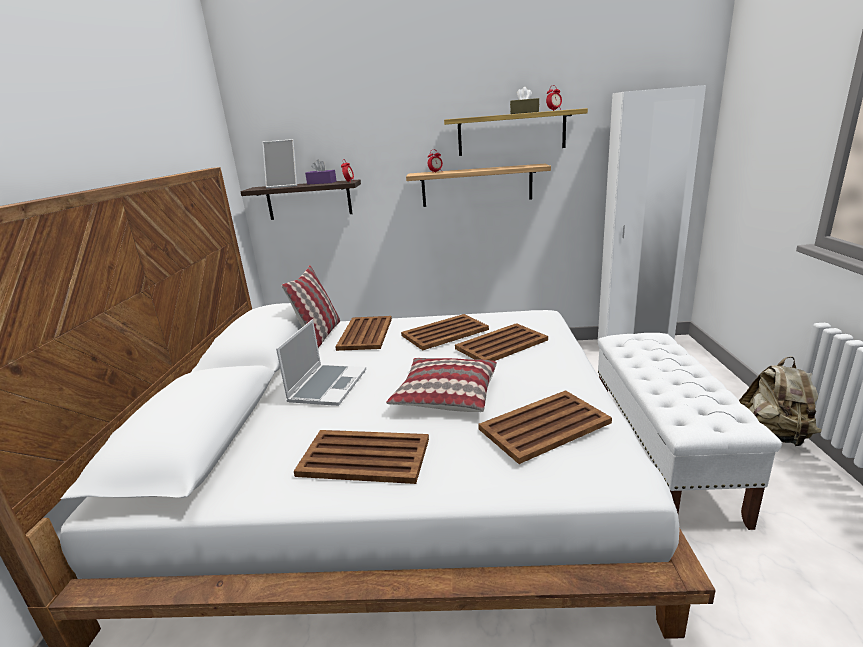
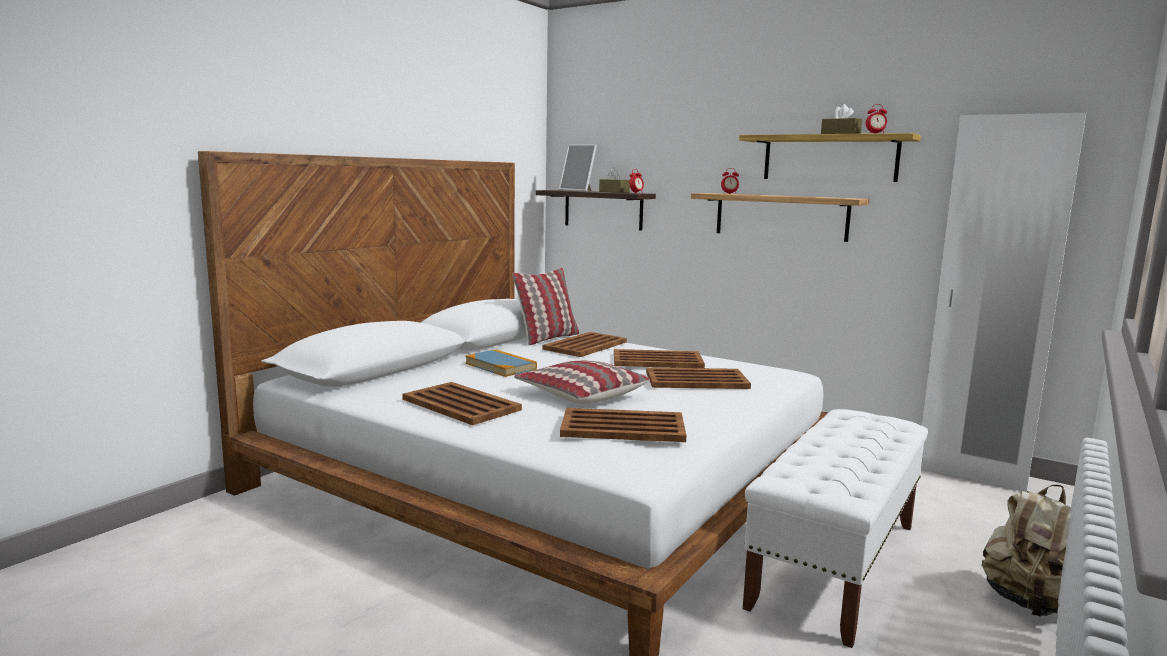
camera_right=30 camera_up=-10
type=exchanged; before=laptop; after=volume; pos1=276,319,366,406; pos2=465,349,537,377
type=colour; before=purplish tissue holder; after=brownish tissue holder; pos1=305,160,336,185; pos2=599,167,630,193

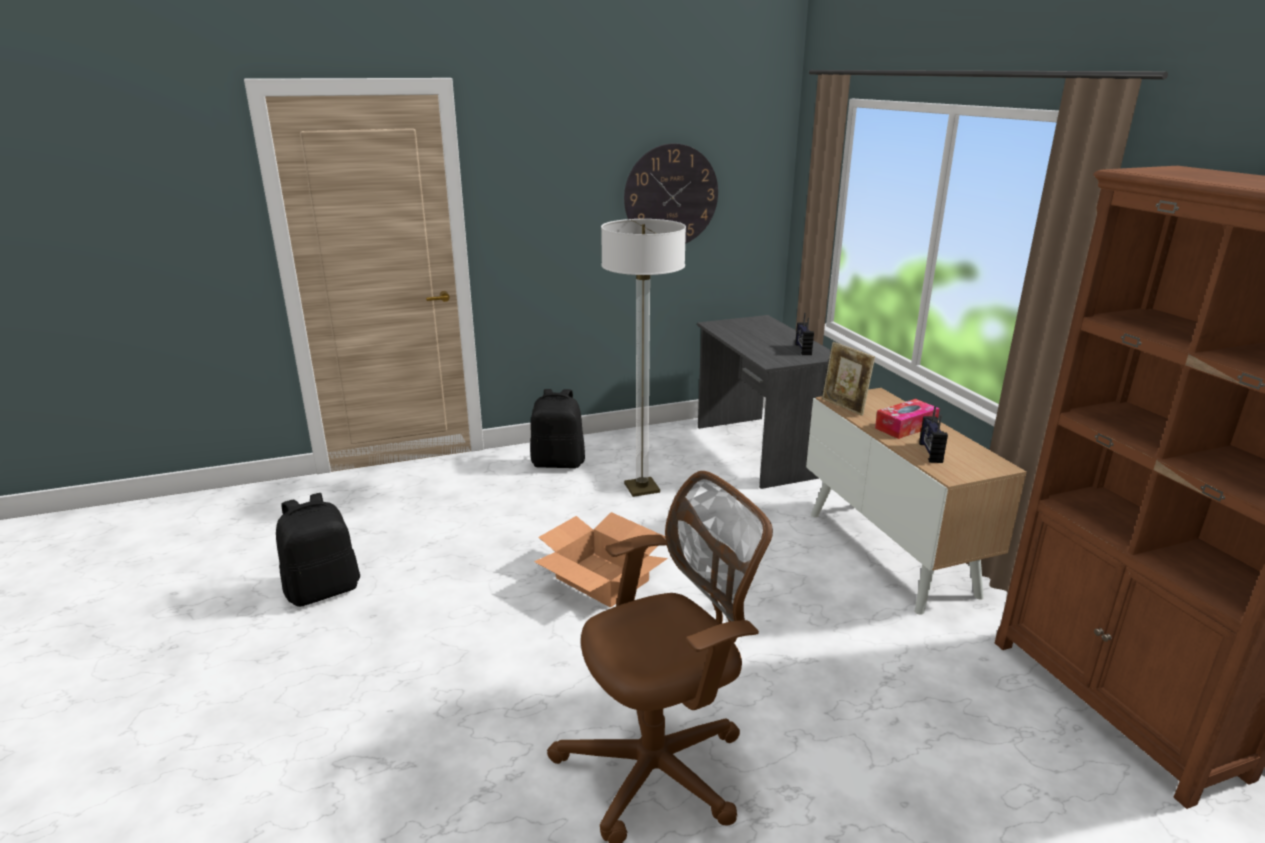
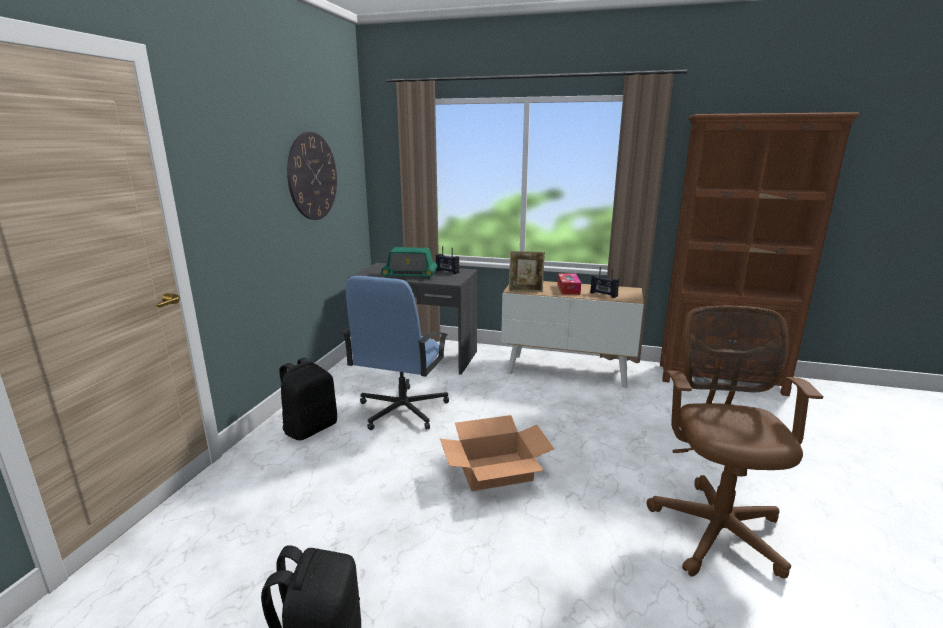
camera_right=-55 camera_up=-5
type=exchanged; before=standard lamp; after=bluish computer chair; pos1=601,219,686,497; pos2=342,276,449,430
type=appeared; after=radio; pos2=381,247,437,279

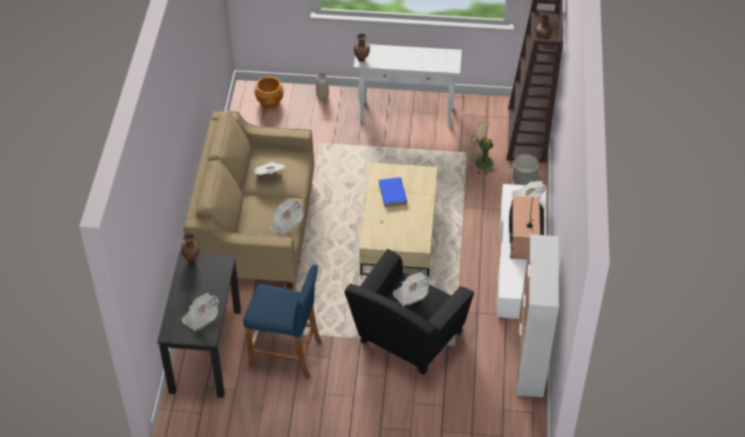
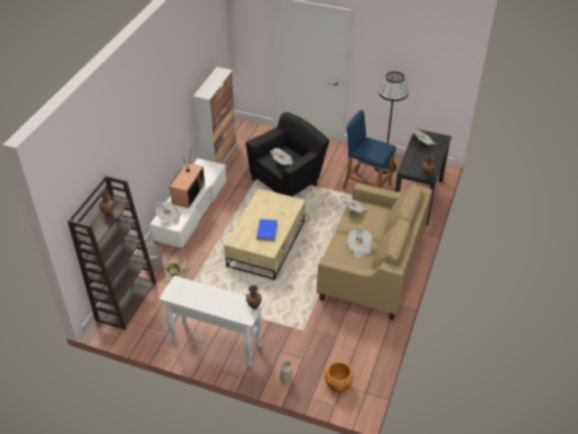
camera_right=-165 camera_up=-5
type=appeared; after=black standard lamp; pos2=374,72,409,174

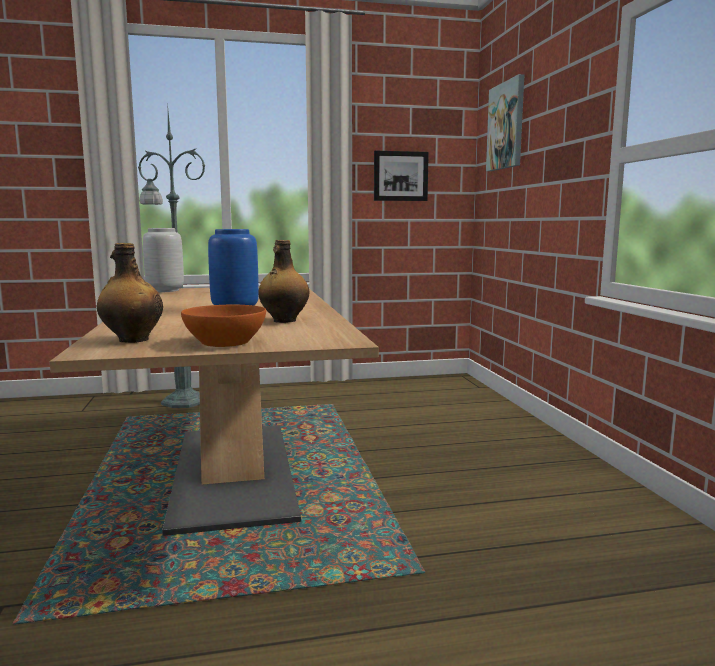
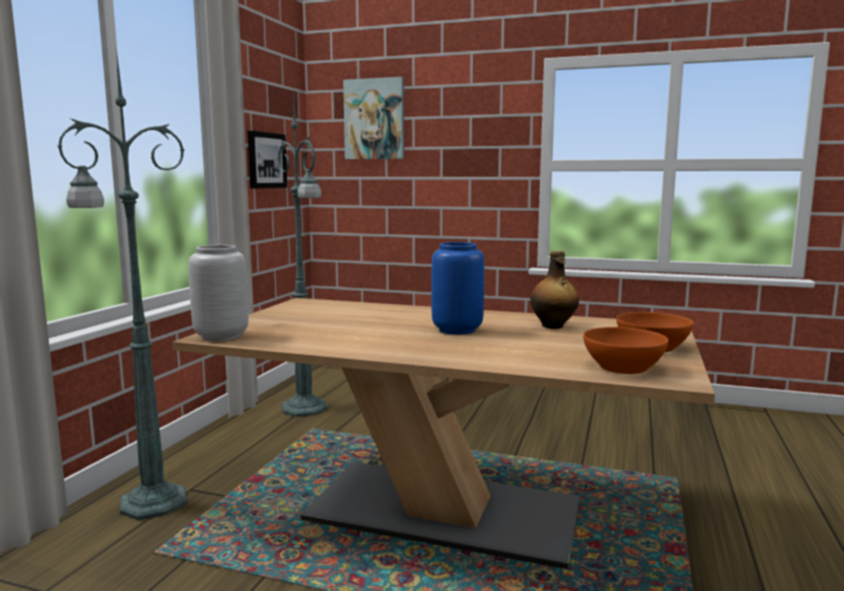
camera_right=-60 camera_up=0
type=appeared; after=green standard lamp; pos2=278,91,328,417
type=exchanged; before=beverage bottle; after=orange-coloured bowl; pos1=97,243,163,343; pos2=583,327,669,374

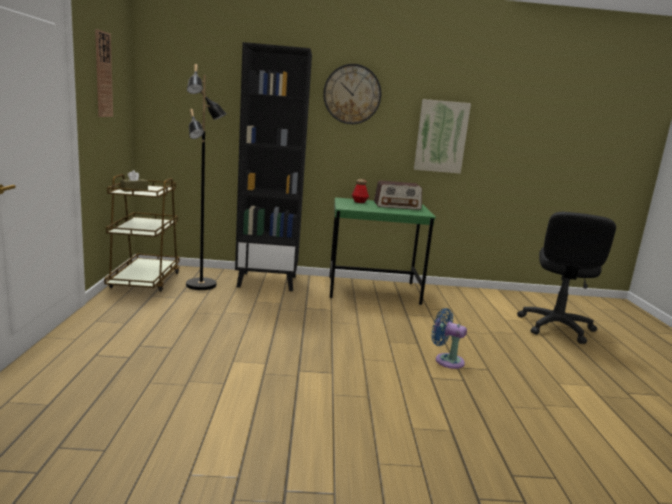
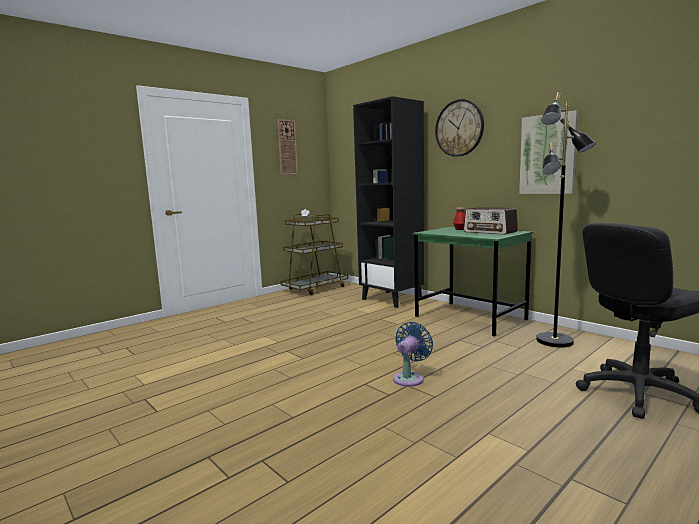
camera_right=50 camera_up=-5
type=spun; before=bluish fan; pos1=431,308,467,369; pos2=393,322,433,387; turn=45
type=relocated; before=black standard lamp; pos1=186,64,226,290; pos2=536,92,596,348

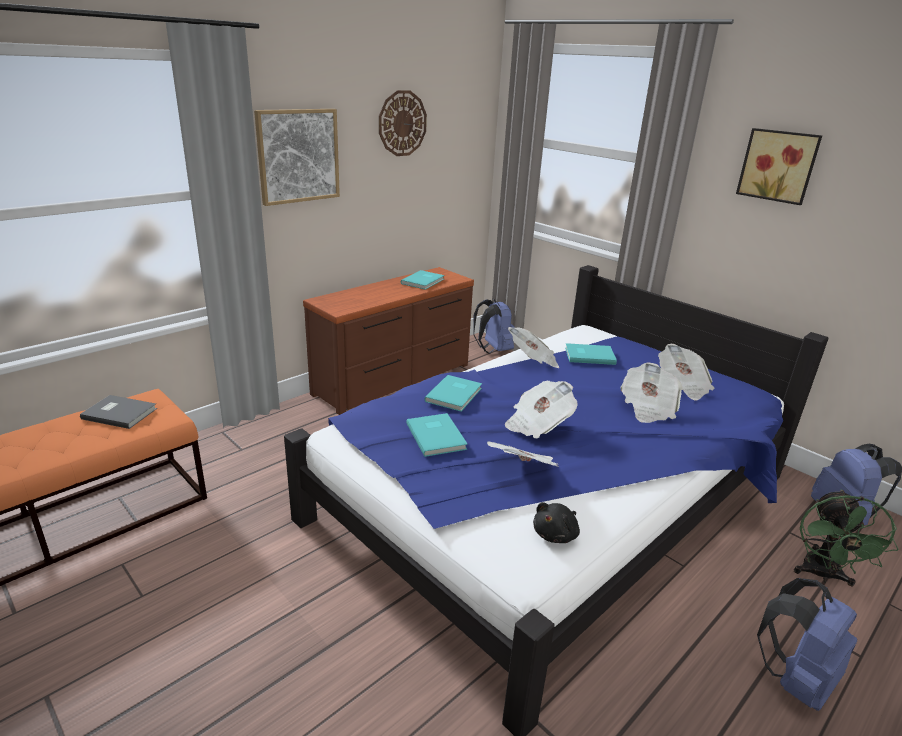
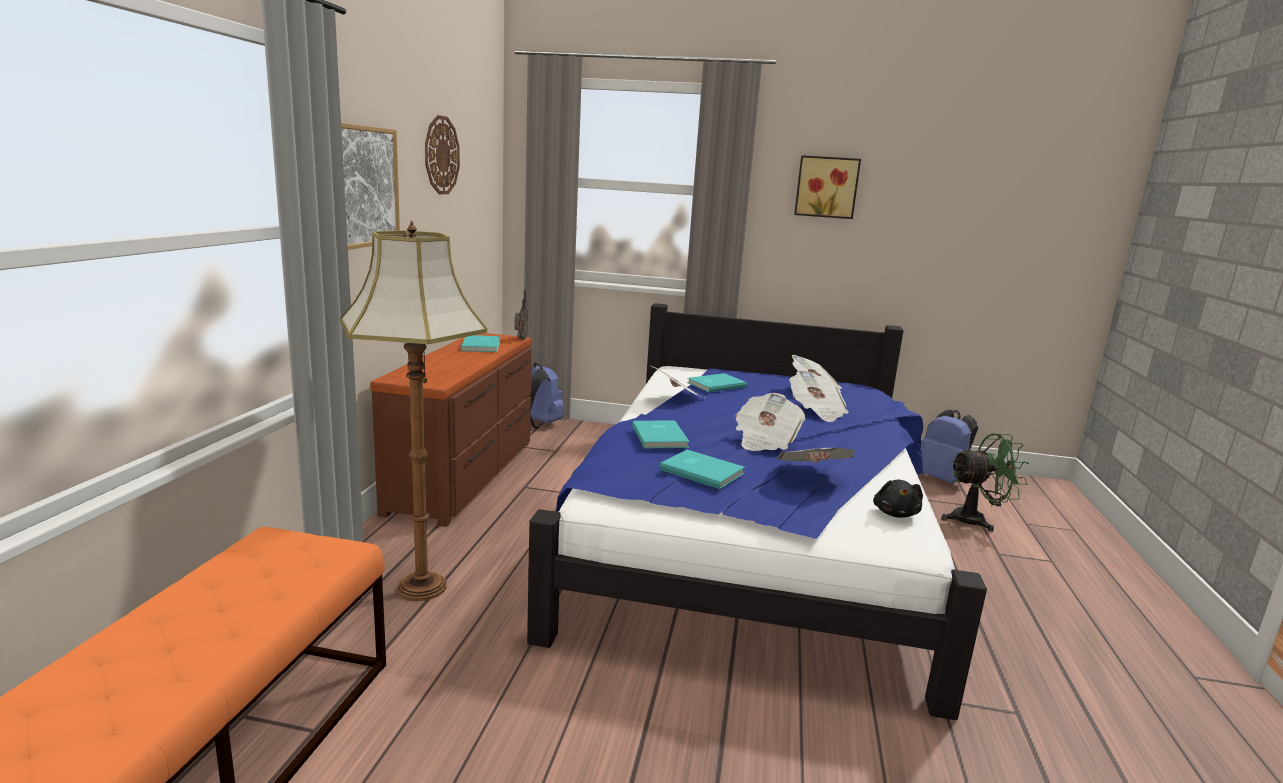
camera_right=-35 camera_up=-10
type=appeared; after=standard lamp; pos2=340,220,487,601
type=appeared; after=radio; pos2=514,289,528,340
type=spun; before=green fan; pos1=794,489,899,587; pos2=942,433,1029,532; turn=-75
type=missing; before=gray volume; pos1=80,395,157,429
type=missing; before=bluish knapsack; pos1=757,578,857,711

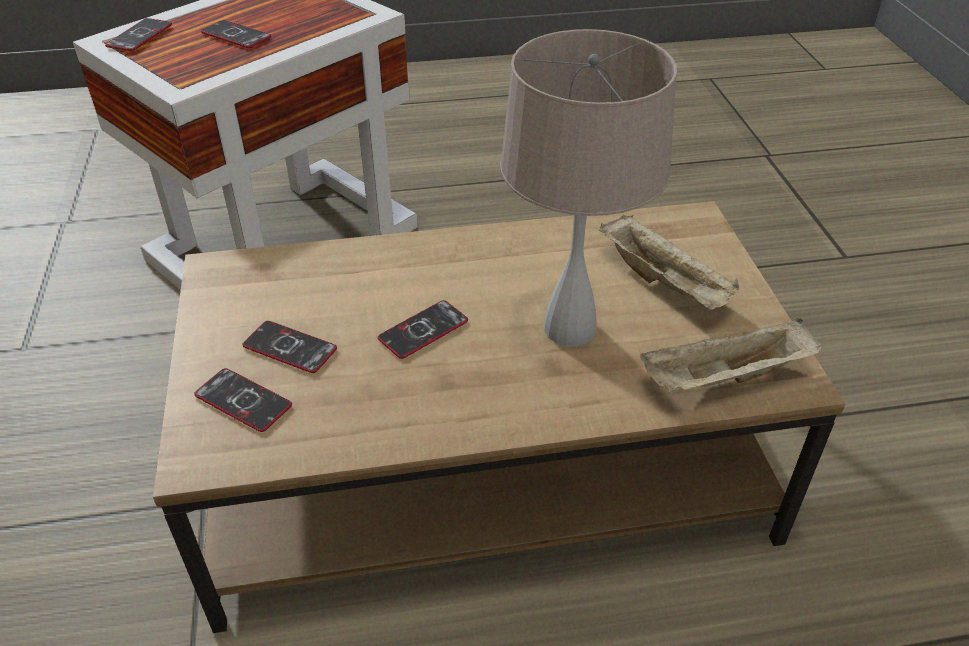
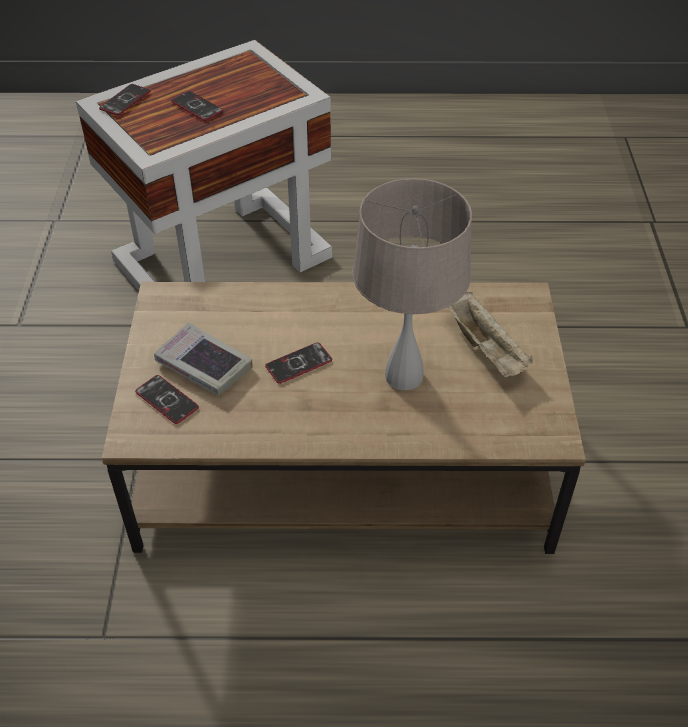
camera_right=10 camera_up=5
type=exchanged; before=handset; after=volume; pos1=242,321,337,373; pos2=154,323,252,396
type=missing; before=sand-coloured serving tray; pos1=640,318,821,394

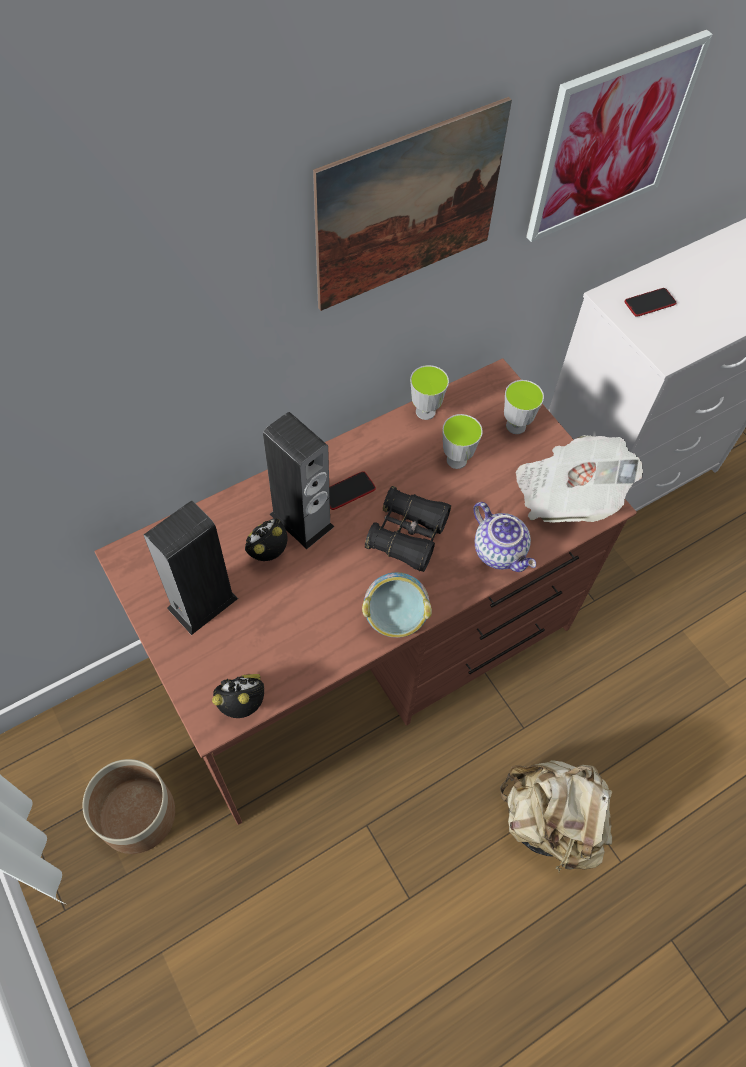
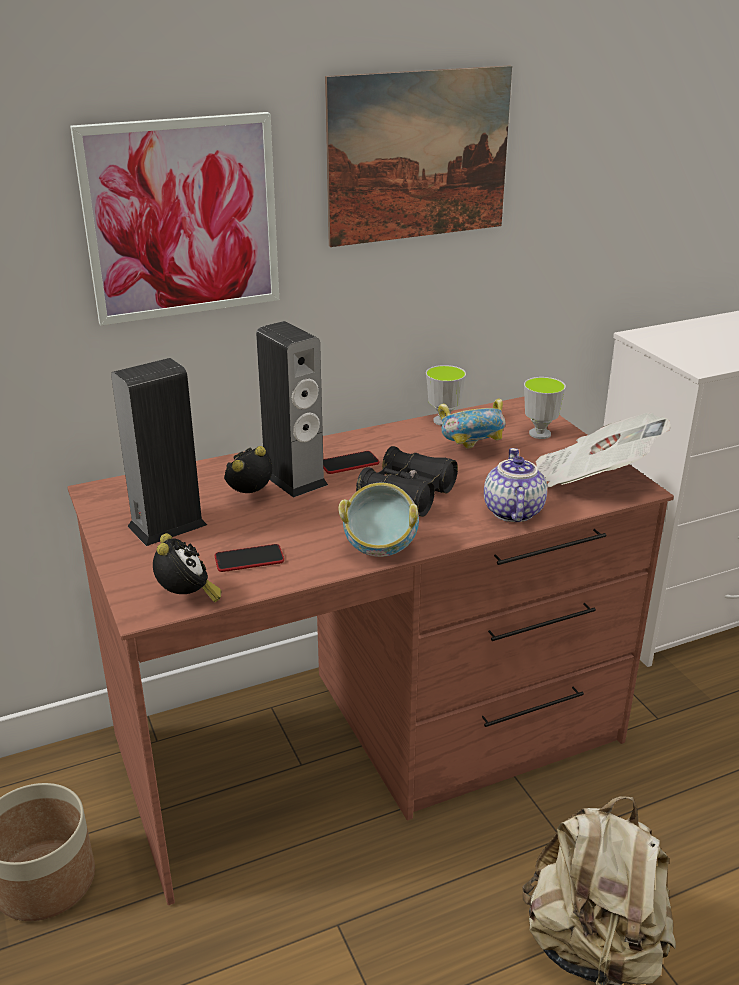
camera_right=10 camera_up=-30
type=relocated; before=wall art; pos1=526,30,713,242; pos2=70,112,279,326
type=spun; before=alarm clock; pos1=212,674,264,718; pos2=153,533,221,602; turn=75
type=relocated; before=handset; pos1=625,288,676,317; pos2=215,544,284,572
type=exchanged; before=drinking cup; after=bowl; pos1=442,414,483,469; pos2=438,399,506,449
type=spun; before=teapot; pos1=473,502,536,572; pos2=484,448,547,522; turn=-150

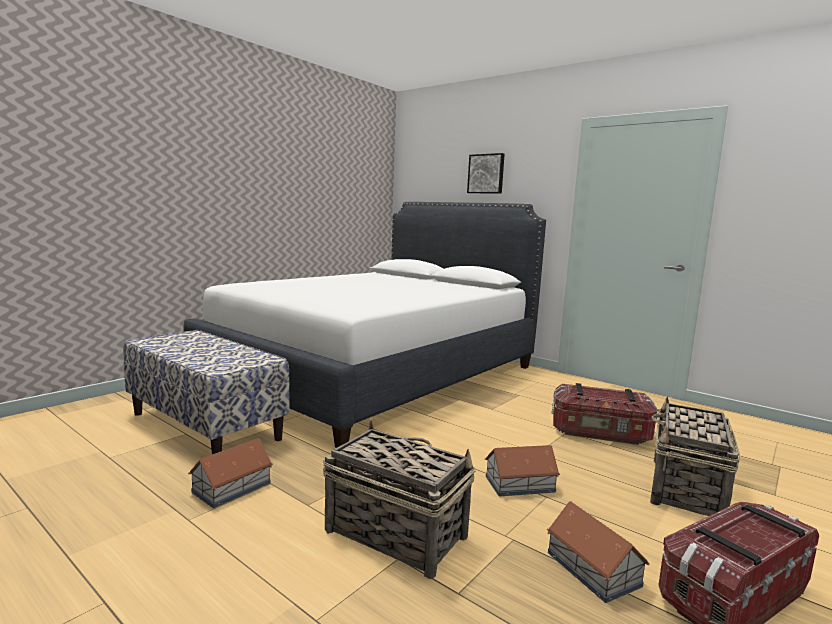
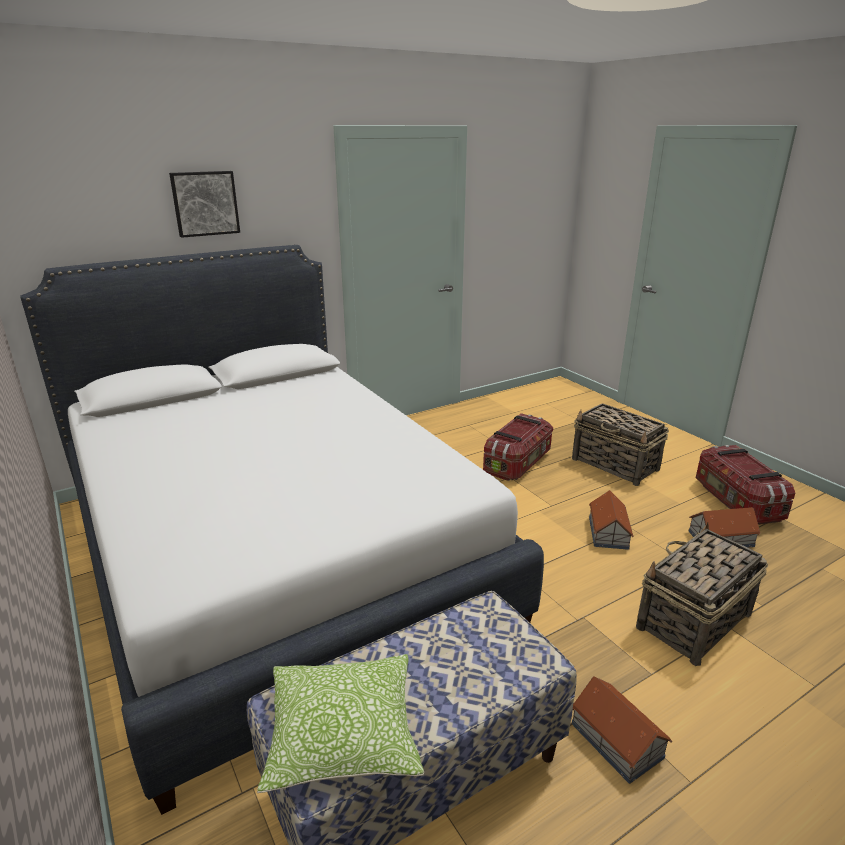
camera_right=-70 camera_up=15
type=appeared; after=cushion; pos2=257,654,424,793

